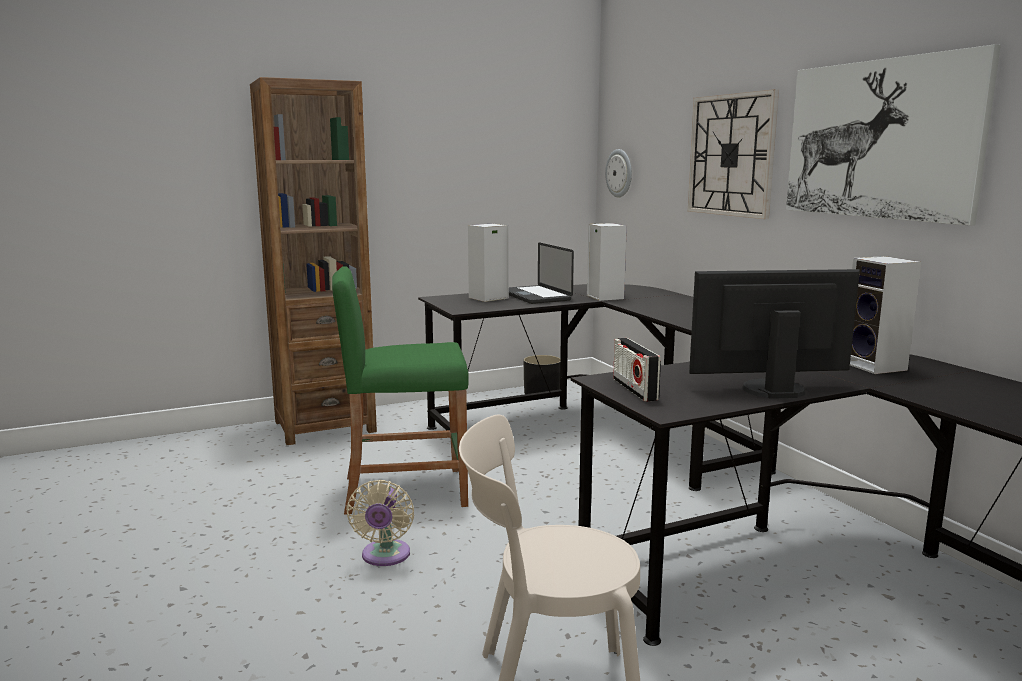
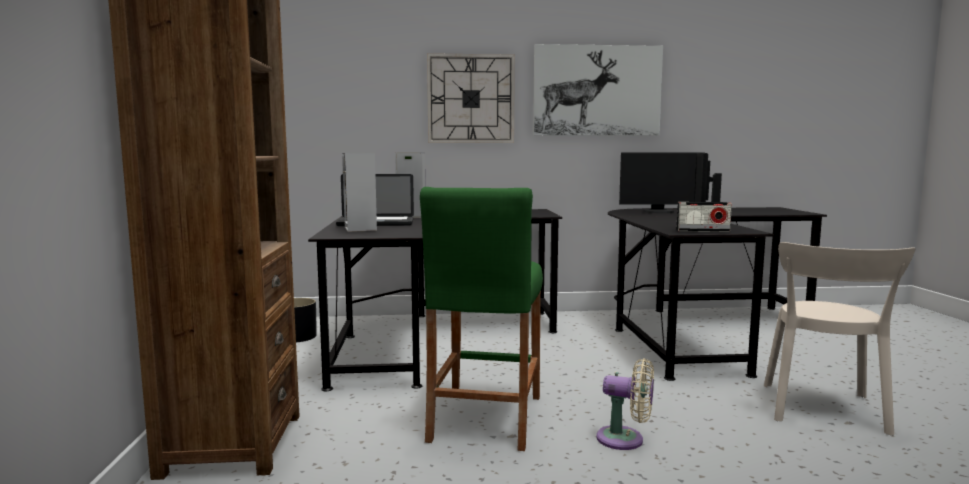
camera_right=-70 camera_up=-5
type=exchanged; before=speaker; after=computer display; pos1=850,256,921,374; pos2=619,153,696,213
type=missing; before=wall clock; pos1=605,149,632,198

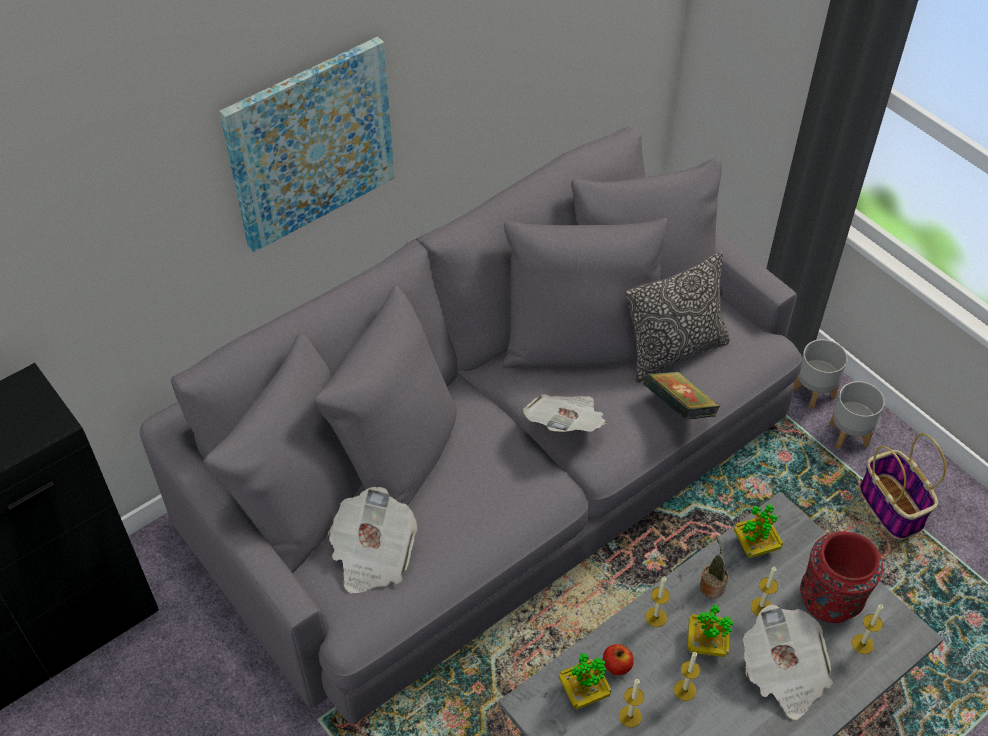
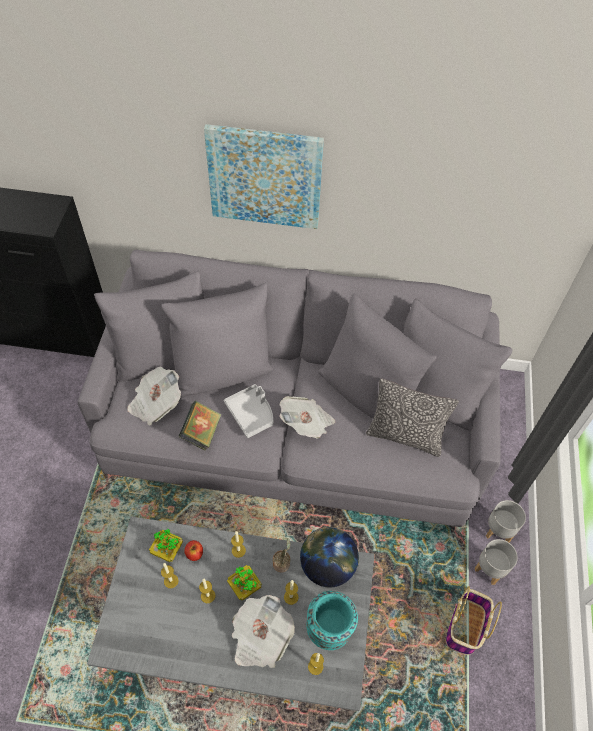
camera_right=45 camera_up=5
type=relocated; before=volume; pos1=643,372,720,420; pos2=178,401,221,451
type=appeared; after=gray serving tray; pos2=224,384,273,438
type=exchanged; before=plant in a pot; after=world globe; pos1=734,504,783,558; pos2=300,527,359,587
type=colour; before=red flower vase; after=blue-green flower vase; pos1=800,531,883,623; pos2=306,591,358,650

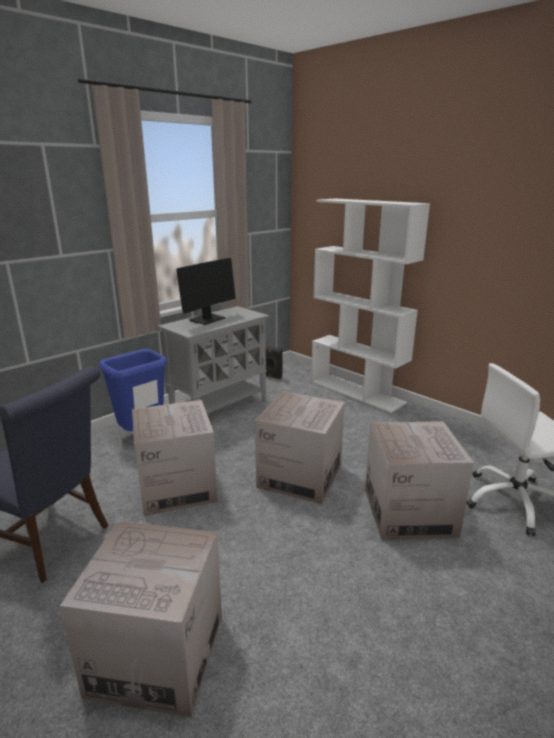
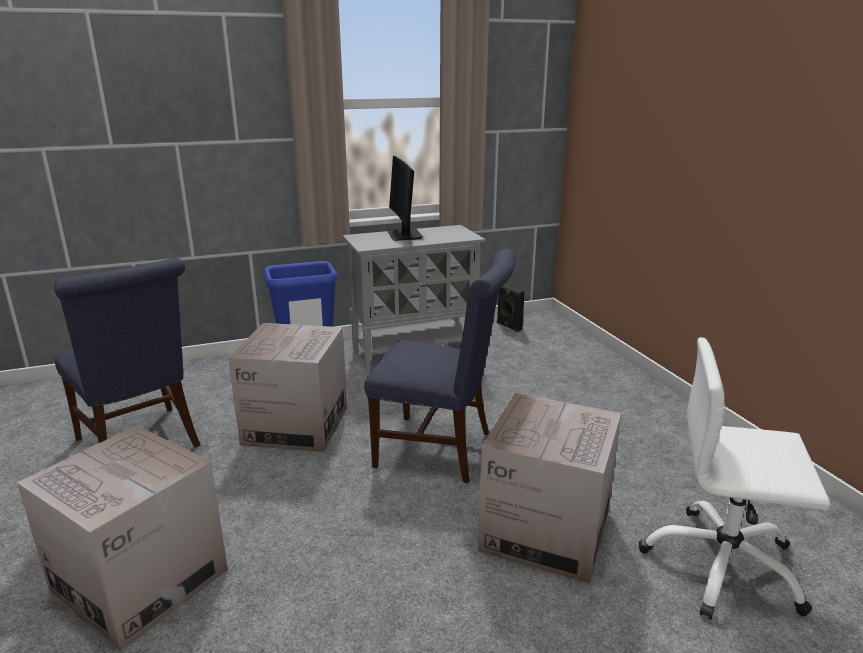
camera_right=25 camera_up=0
type=exchanged; before=carton; after=bluish upright chair; pos1=255,391,345,504; pos2=364,249,516,483
type=spun; before=computer display; pos1=176,258,236,325; pos2=387,156,423,241; turn=105
type=missing; before=whitish bookshelf; pos1=311,199,430,413

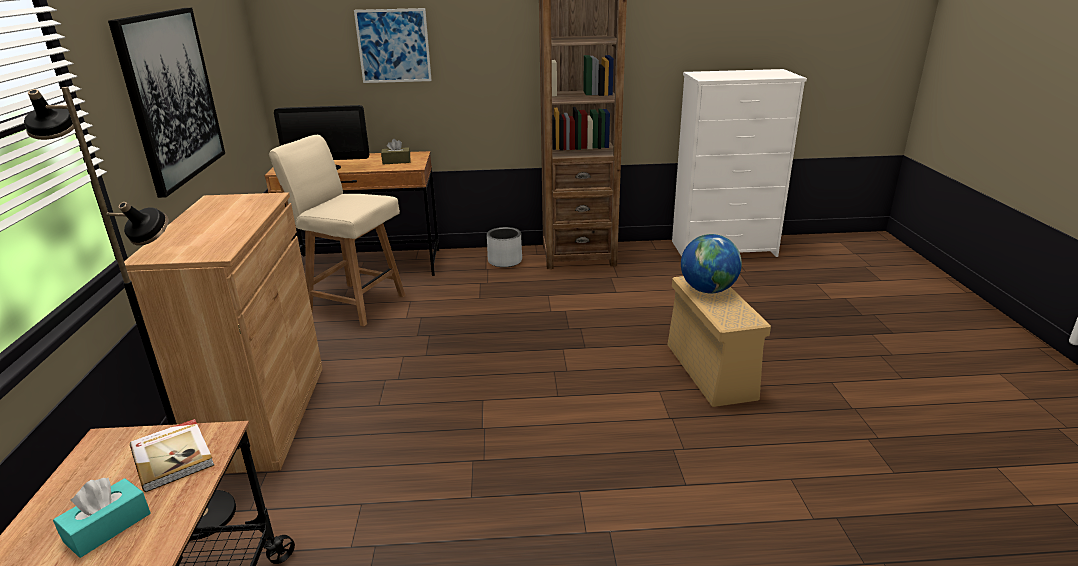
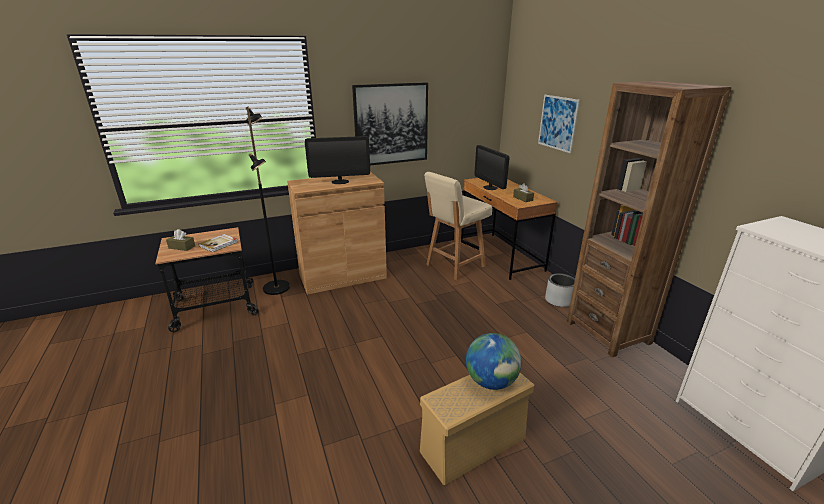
camera_right=70 camera_up=0
type=colour; before=blue-green tissue holder; after=brownish tissue holder; pos1=53,478,151,558; pos2=166,229,195,251
type=appeared; after=computer display; pos2=305,136,370,184
type=spun; before=sand-coloured upright chair; pos1=269,135,405,326; pos2=424,172,492,280; turn=-135

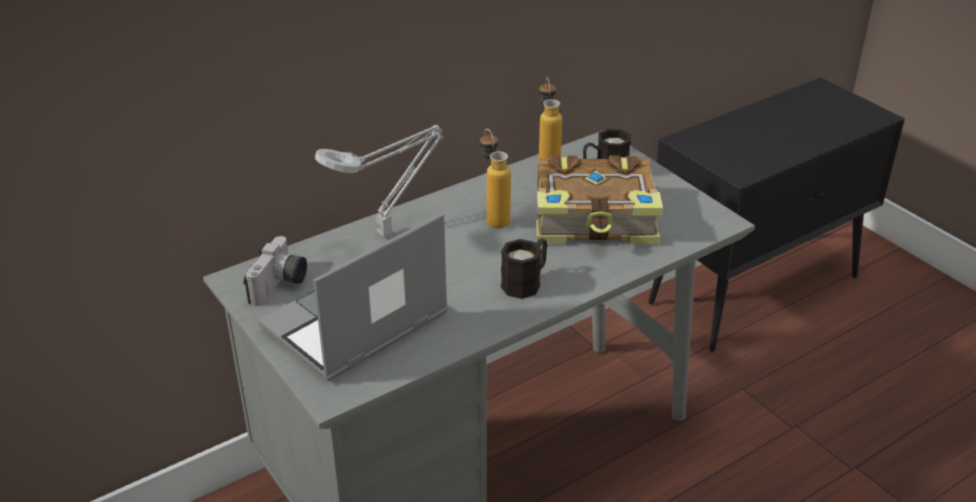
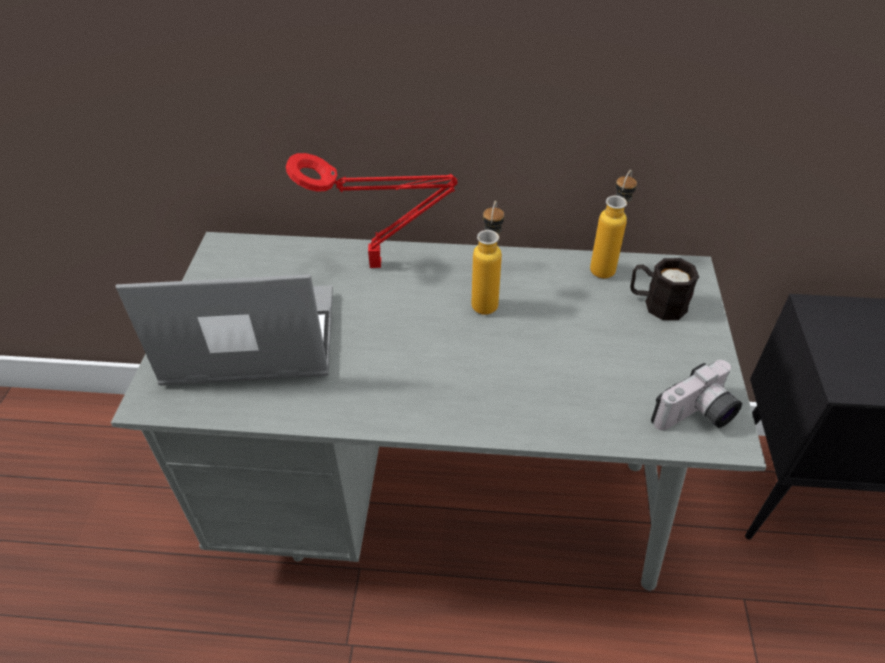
camera_right=40 camera_up=10
type=colour; before=gray tabletop lamp; after=red tabletop lamp; pos1=315,125,443,237; pos2=286,153,458,268
type=relocated; before=still camera; pos1=243,236,307,306; pos2=651,360,742,431
type=missing; before=black mug; pos1=501,239,547,299
type=missing; before=volume; pos1=536,156,663,244

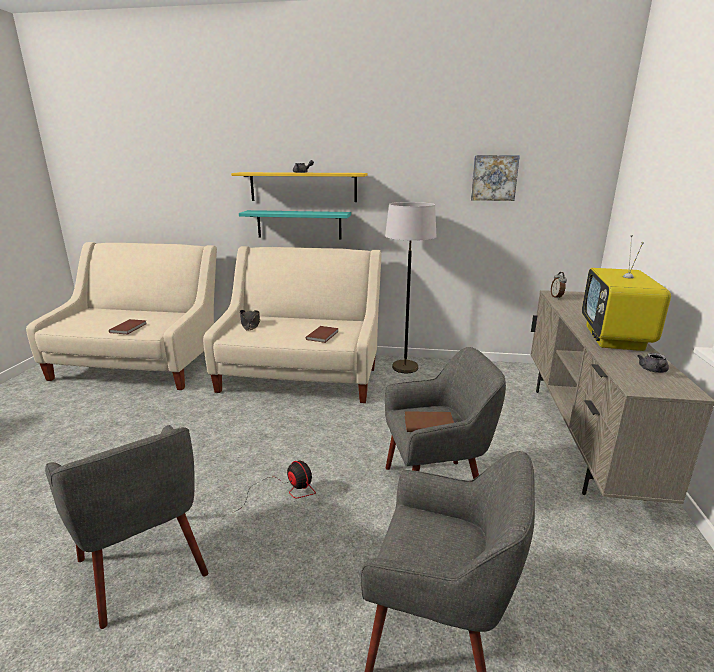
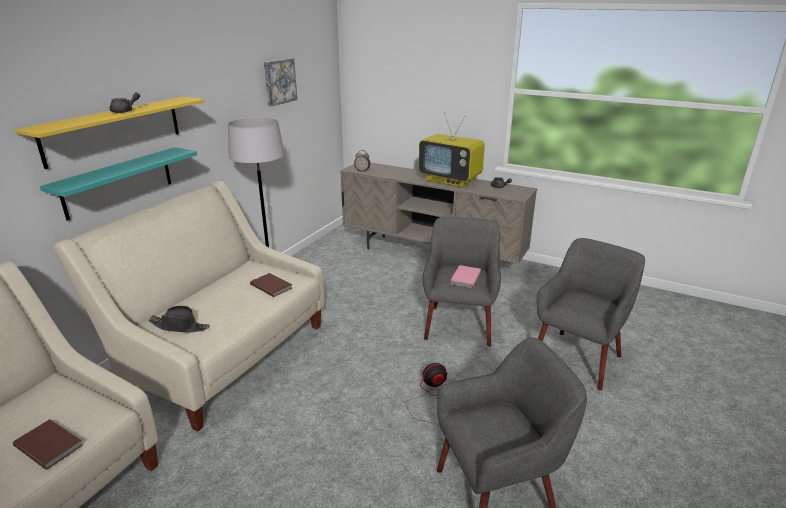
camera_right=-70 camera_up=5
type=colour; before=brownish volume; after=pink-coloured volume; pos1=405,411,454,432; pos2=450,265,481,288

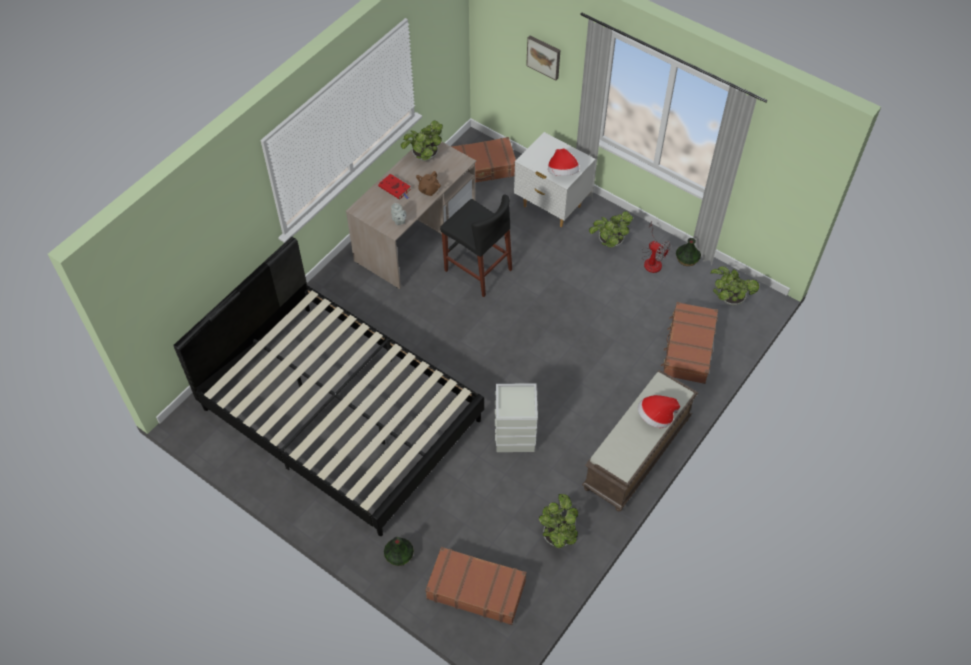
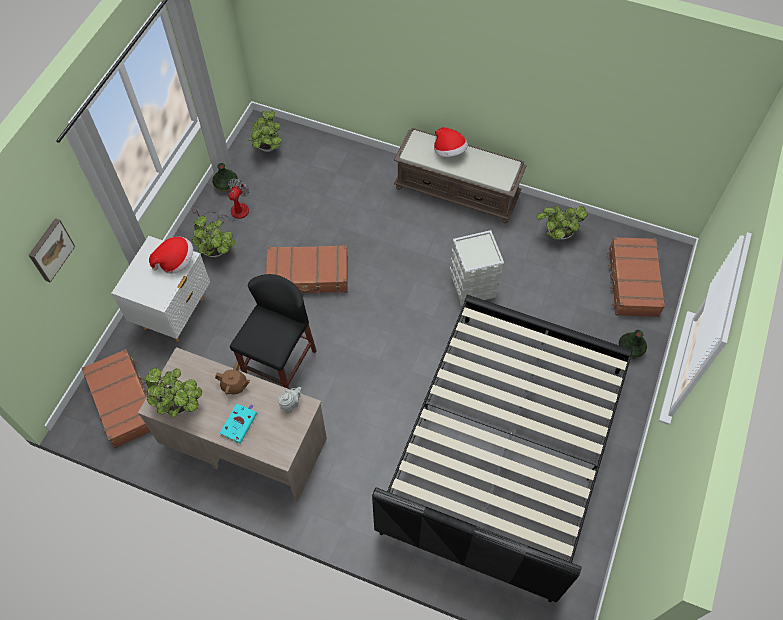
camera_right=-105 camera_up=5
type=colour; before=red volume; after=blue-green volume; pos1=378,174,411,199; pos2=220,403,257,444
type=relocated; before=brownish travel case; pos1=661,302,718,384; pos2=266,245,348,294

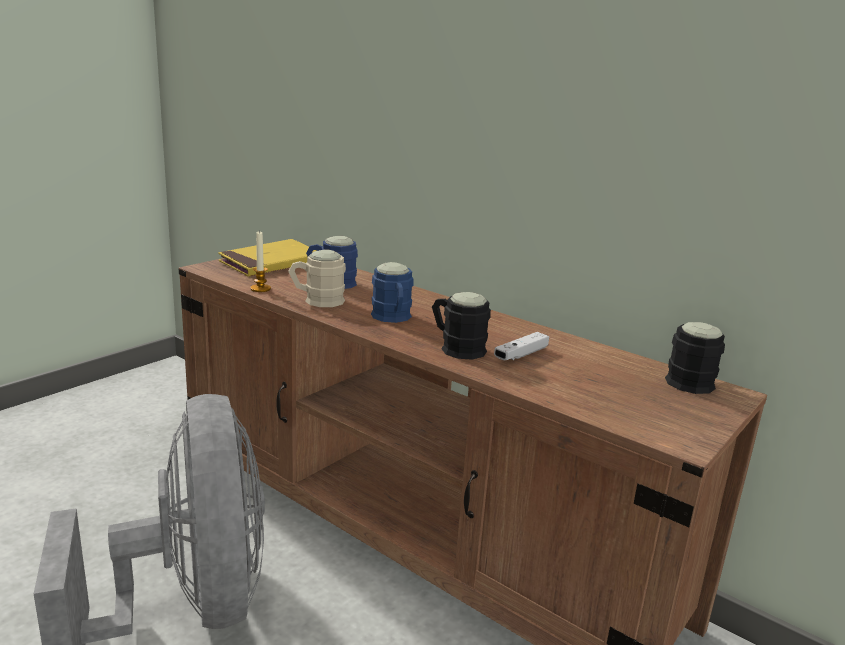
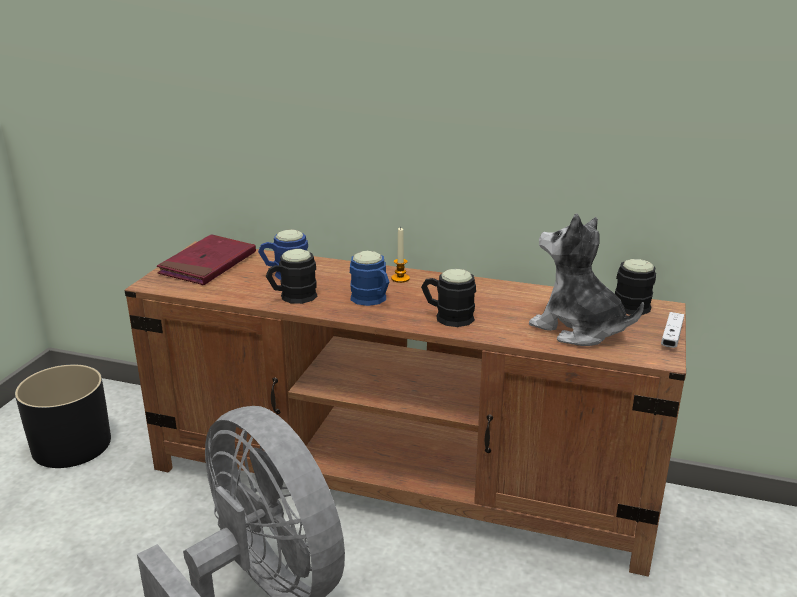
camera_right=-20 camera_up=5
type=appeared; after=black flower pot; pos2=15,365,111,468
type=colour; before=yellow-coloured volume; after=red volume; pos1=218,239,316,277; pos2=157,234,256,285
type=colour; before=sand-coloured mug; after=black mug; pos1=289,250,346,307; pos2=266,249,317,304
type=relocated; before=wax light; pos1=250,230,271,292; pos2=391,228,410,283
type=appeared; after=cuddly toy; pos2=529,214,644,346
type=relocated; before=whitish gamepad; pos1=494,332,549,360; pos2=661,312,684,348

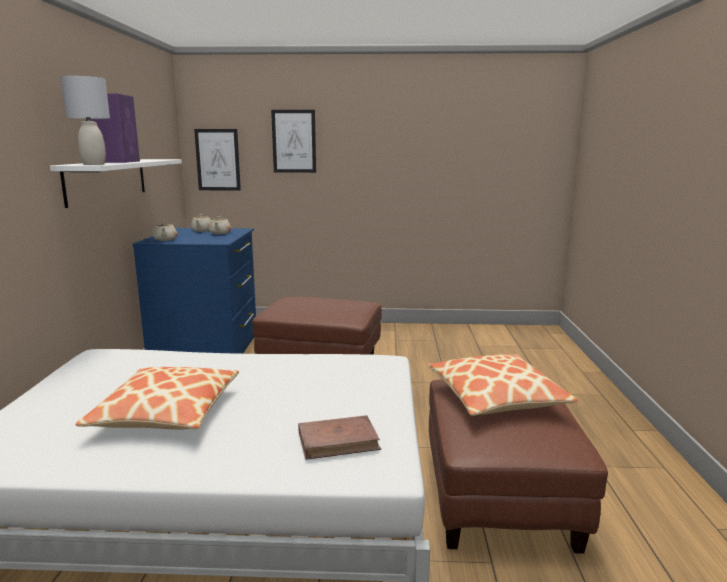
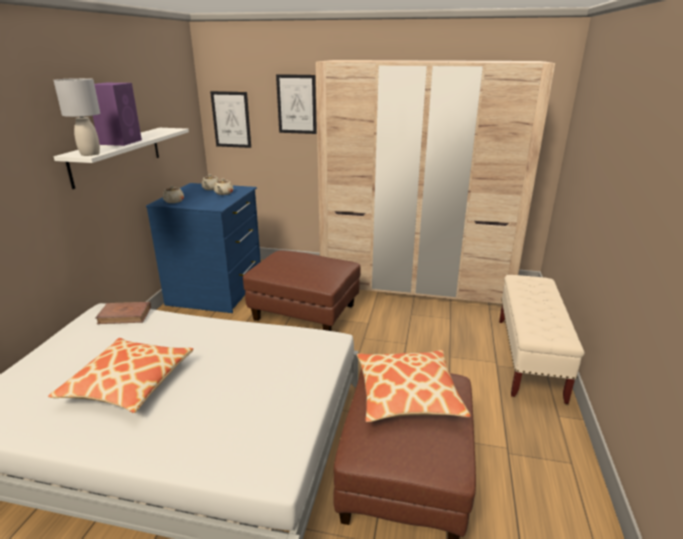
camera_right=10 camera_up=10
type=relocated; before=brownish volume; pos1=298,415,381,460; pos2=96,302,151,324
type=appeared; after=sand-coloured wardrobe; pos2=316,60,556,304
type=appeared; after=sand-coloured bench; pos2=499,275,585,404

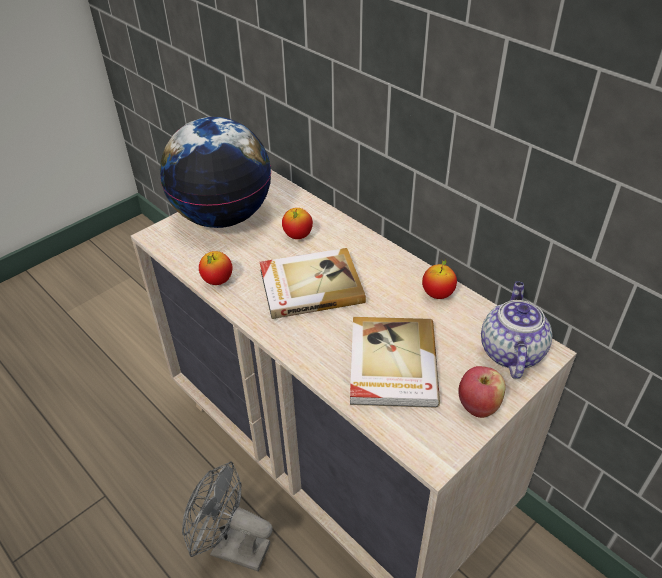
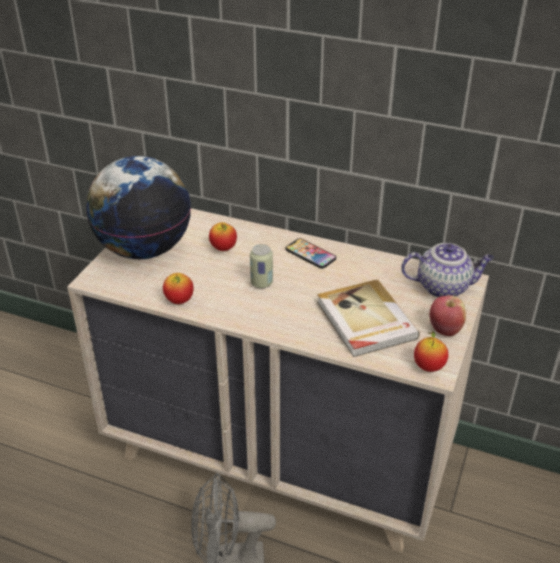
camera_right=-25 camera_up=-5
type=exchanged; before=volume; after=sealed can; pos1=260,248,366,319; pos2=250,244,273,288
type=appeared; after=handset; pos2=285,238,336,269
type=spun; before=teapot; pos1=481,281,552,379; pos2=401,243,494,298; turn=105
type=relocated; before=apple; pos1=422,259,457,299; pos2=414,331,448,372

